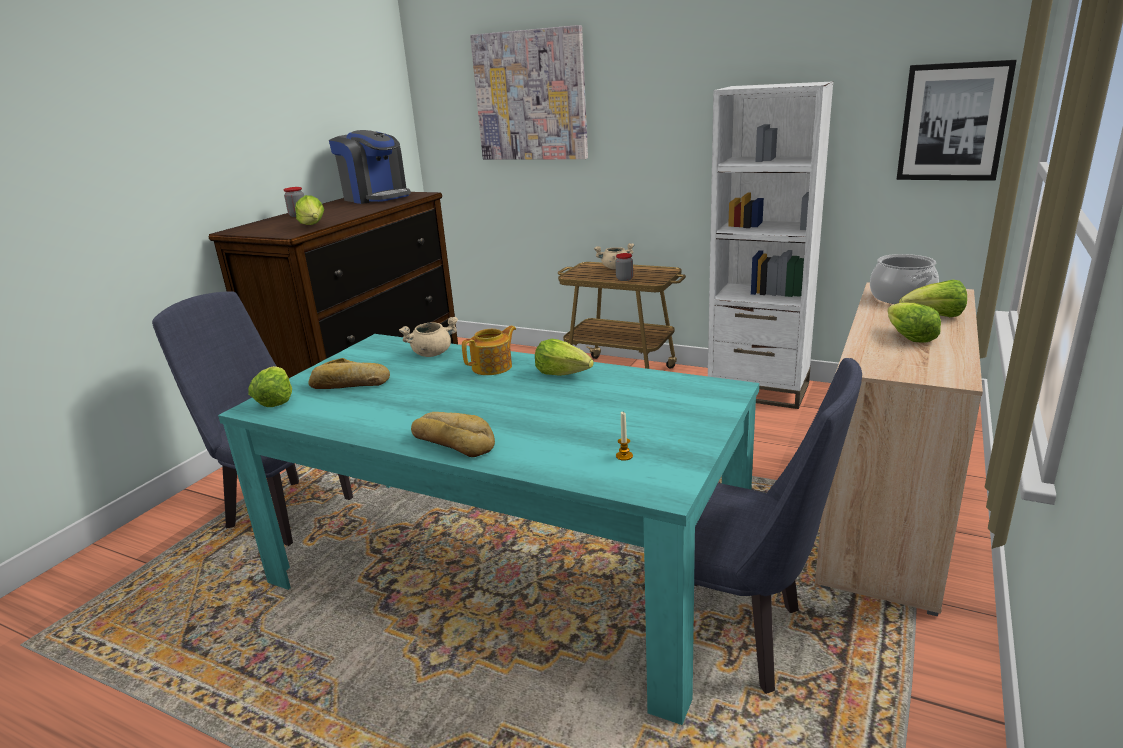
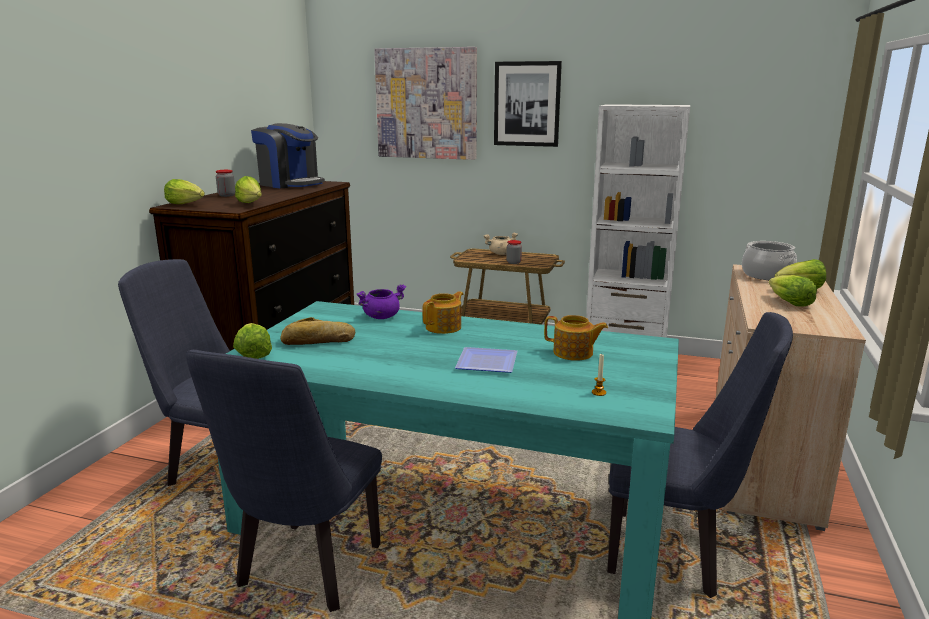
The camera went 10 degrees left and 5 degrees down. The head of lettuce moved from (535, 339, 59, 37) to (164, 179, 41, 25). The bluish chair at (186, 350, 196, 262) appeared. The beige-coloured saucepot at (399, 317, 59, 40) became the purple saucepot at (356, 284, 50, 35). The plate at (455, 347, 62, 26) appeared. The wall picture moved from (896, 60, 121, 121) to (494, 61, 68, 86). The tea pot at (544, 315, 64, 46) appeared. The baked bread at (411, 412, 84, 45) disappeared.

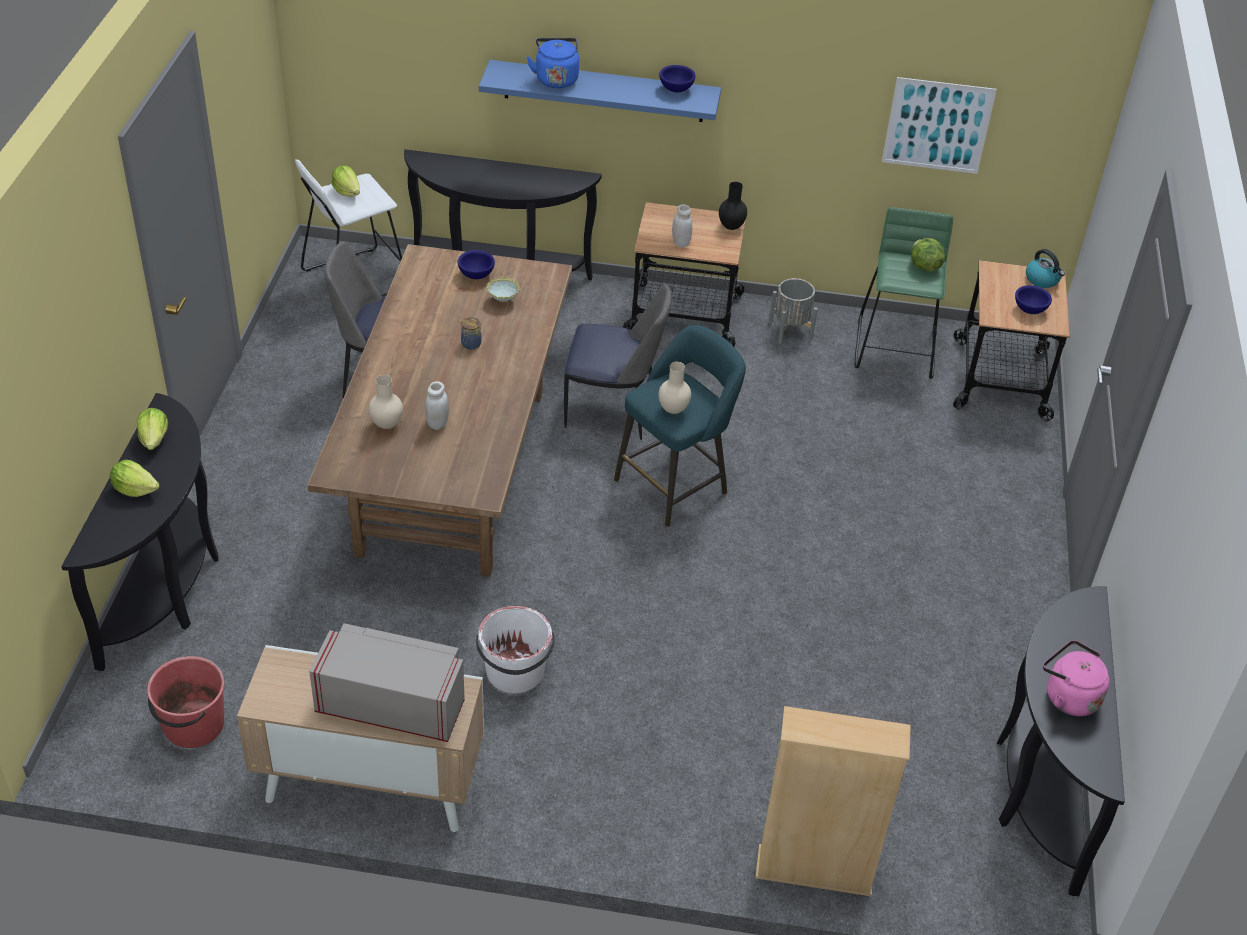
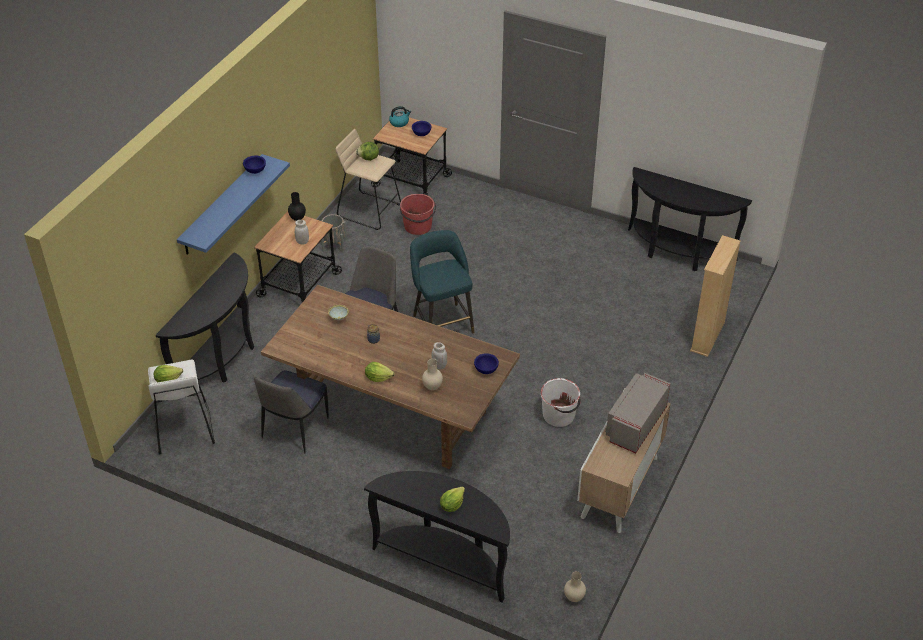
The camera went 70 degrees left and 0 degrees up. The green-coloured sitting stool at (854, 207, 99, 172) became the beige-coloured sitting stool at (336, 129, 65, 101). The head of lettuce moved from (137, 408, 31, 42) to (365, 362, 30, 20). The red-coloured bucket moved from (147, 656, 78, 92) to (400, 194, 36, 41). The bluish serving bowl moved from (458, 250, 37, 29) to (474, 353, 25, 21). The beige-coloured flower vase moved from (659, 362, 32, 52) to (564, 571, 22, 31). The bluish kettle at (527, 38, 52, 50) disappeared. The wall picture at (882, 77, 115, 97) disappeared. The pinkish kettle at (1043, 640, 67, 76) disappeared.

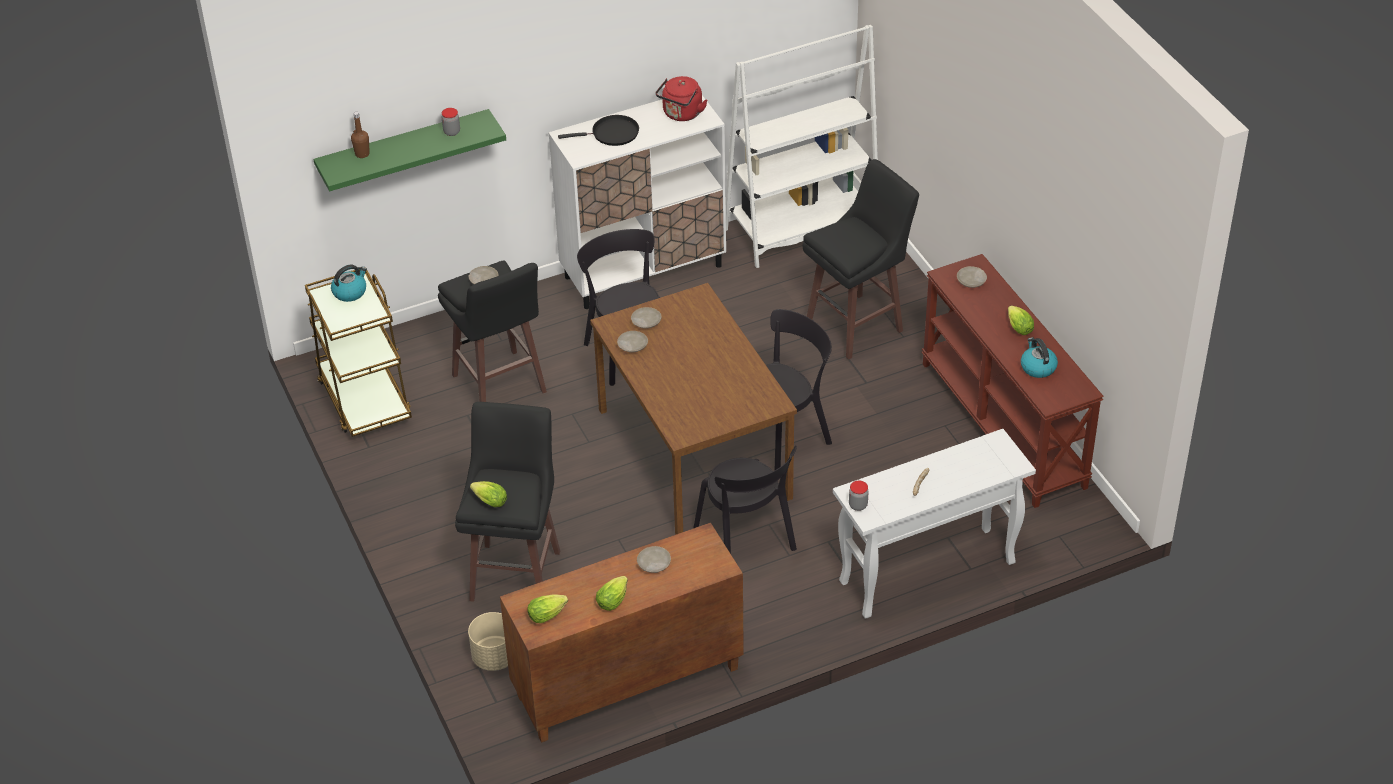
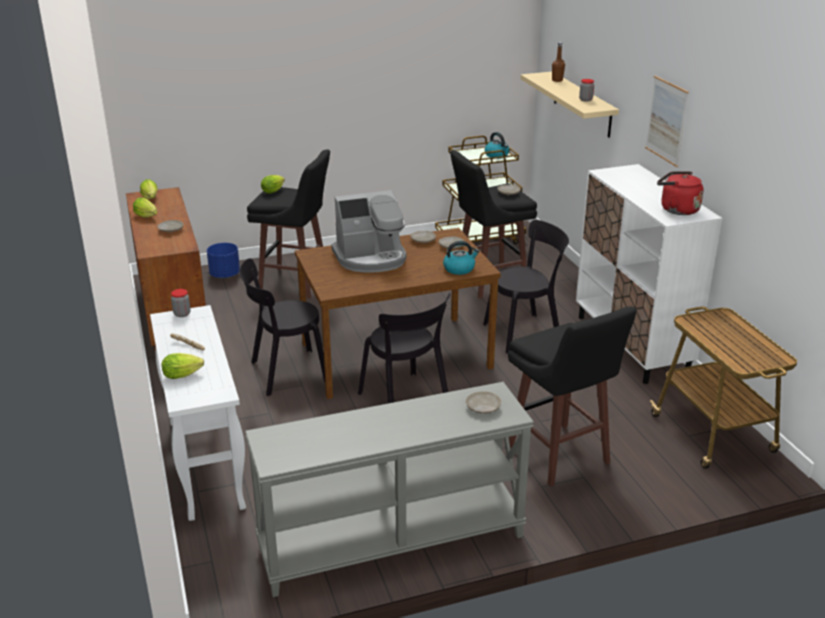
The camera went 95 degrees right and 15 degrees down. The head of lettuce moved from (1008, 305, 26, 30) to (162, 353, 42, 26). The beige-coloured planter at (468, 612, 40, 59) became the bluish planter at (207, 243, 33, 35). The brown hall table at (922, 254, 182, 254) became the greyish hall table at (245, 382, 289, 215). The coffee brewer at (331, 190, 75, 83) appeared. The kettle moved from (1021, 337, 37, 41) to (443, 241, 36, 34). The green-coloured bracket shelf at (314, 109, 192, 82) became the beige-coloured bracket shelf at (520, 72, 99, 65). The wall picture at (645, 76, 44, 91) appeared. The whitish bookcase at (726, 25, 152, 243) was replaced by the cart at (650, 306, 147, 163). The black skillet at (558, 115, 81, 31) disappeared.

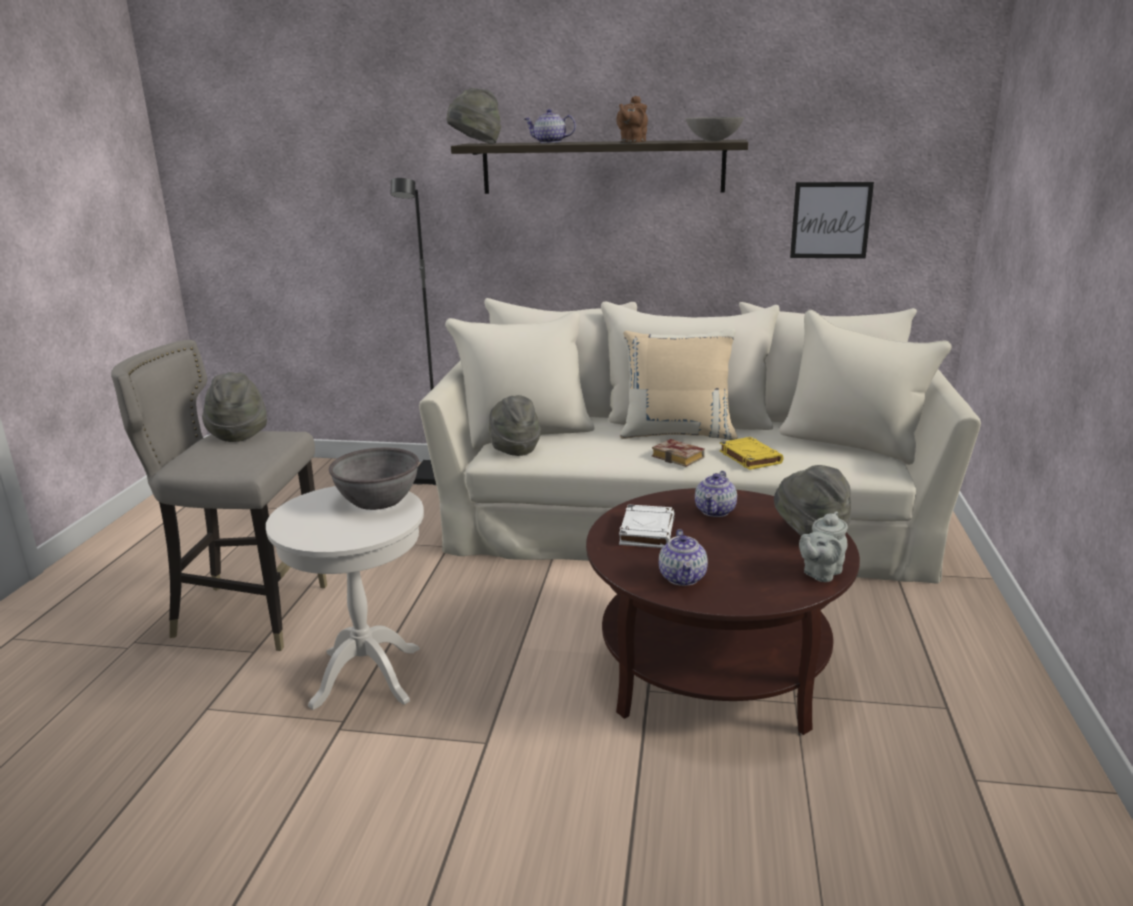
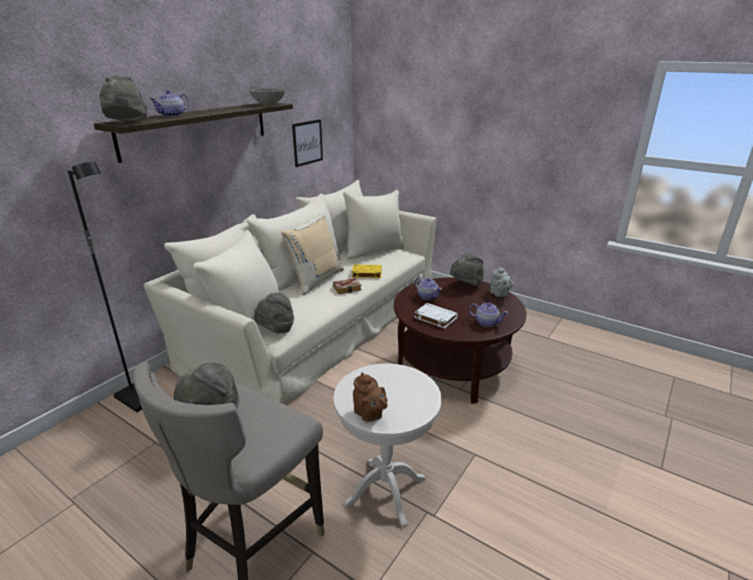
The camera went 65 degrees left and 5 degrees up. The brown tea pot moved from (616, 96, 32, 46) to (353, 372, 34, 50). The greyish serving bowl at (329, 448, 90, 62) disappeared.

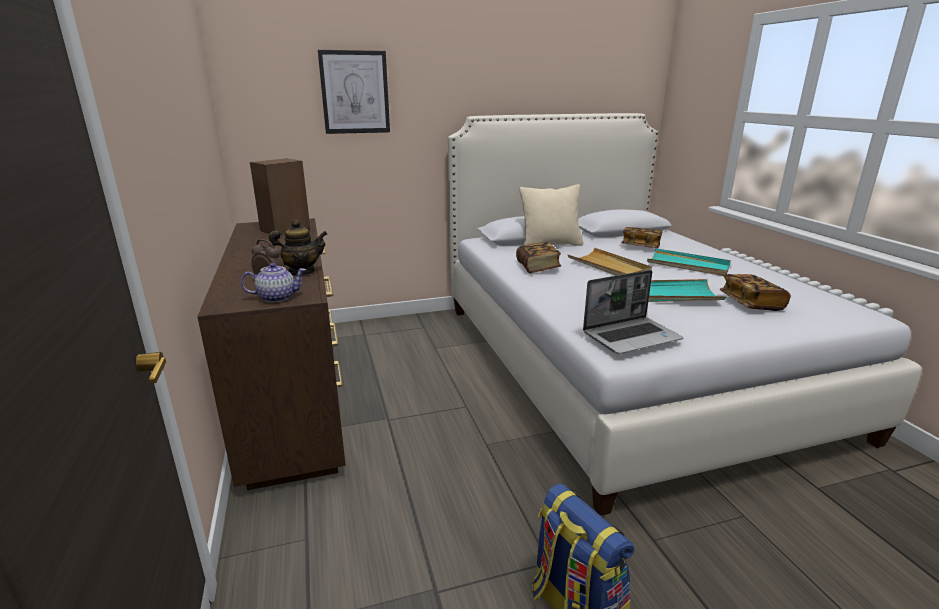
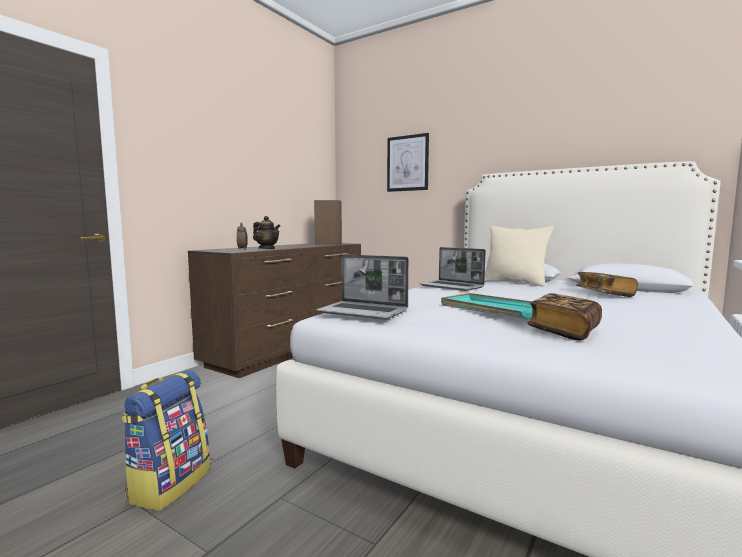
The camera went 50 degrees right and 15 degrees down. The book at (516, 242, 45, 31) was replaced by the portable computer at (420, 247, 66, 44). The tea pot at (241, 263, 65, 39) disappeared. The beige-coloured tray at (568, 248, 84, 28) disappeared. The blue-green tray at (647, 248, 84, 28) disappeared.

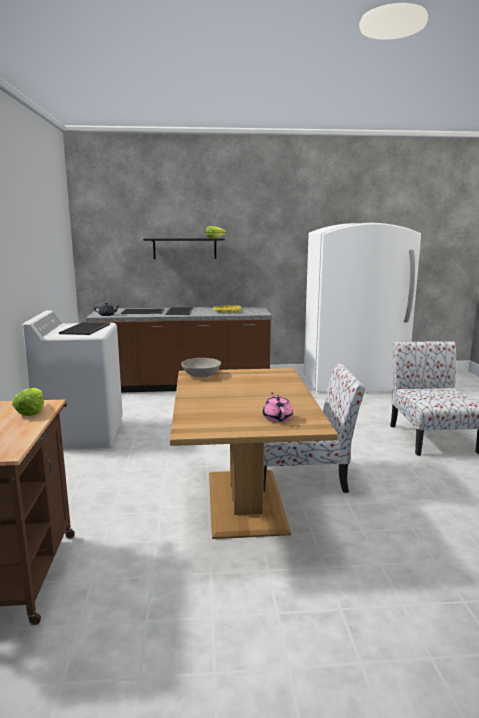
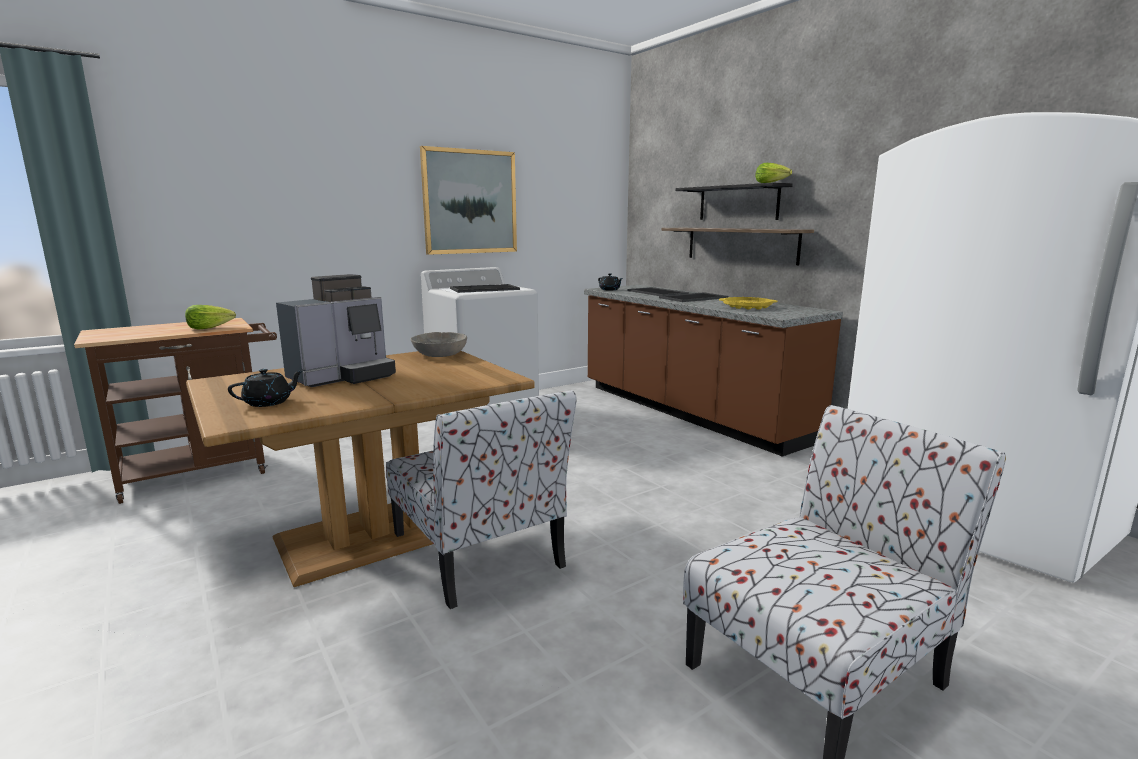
The camera went 60 degrees right and 0 degrees up. The pinkish tea pot at (263, 393, 30, 29) became the black tea pot at (228, 369, 76, 38). The coffee brewer at (276, 274, 120, 113) appeared. The wall picture at (420, 146, 97, 109) appeared. The bracket shelf at (662, 228, 152, 37) appeared.

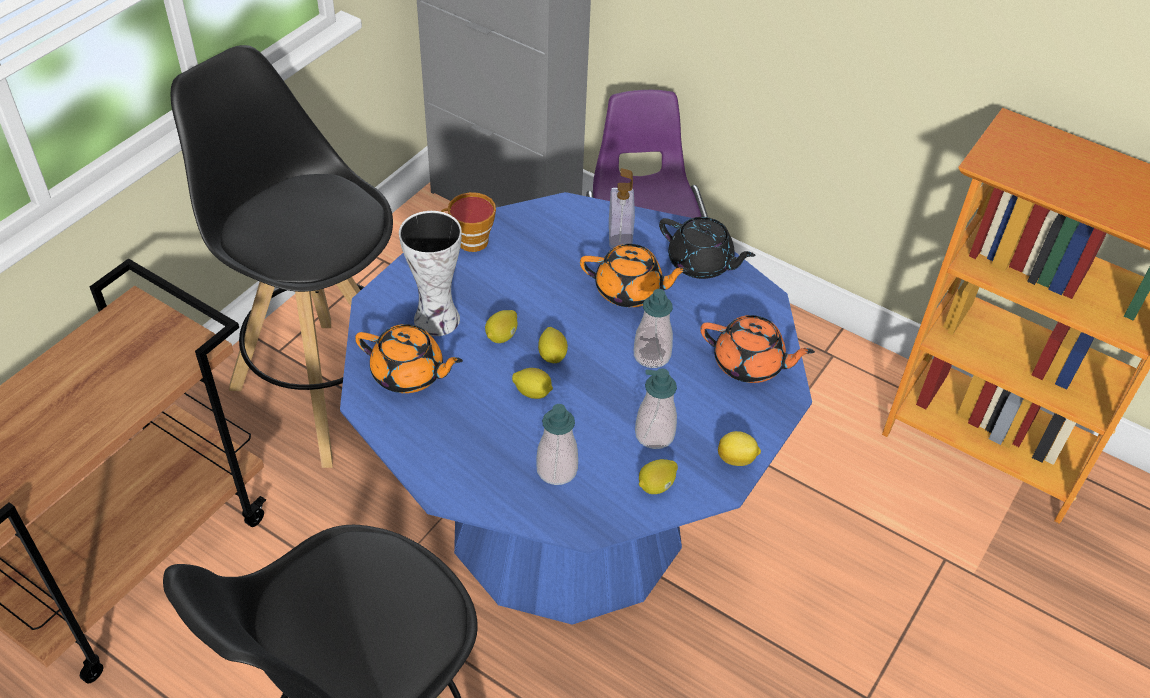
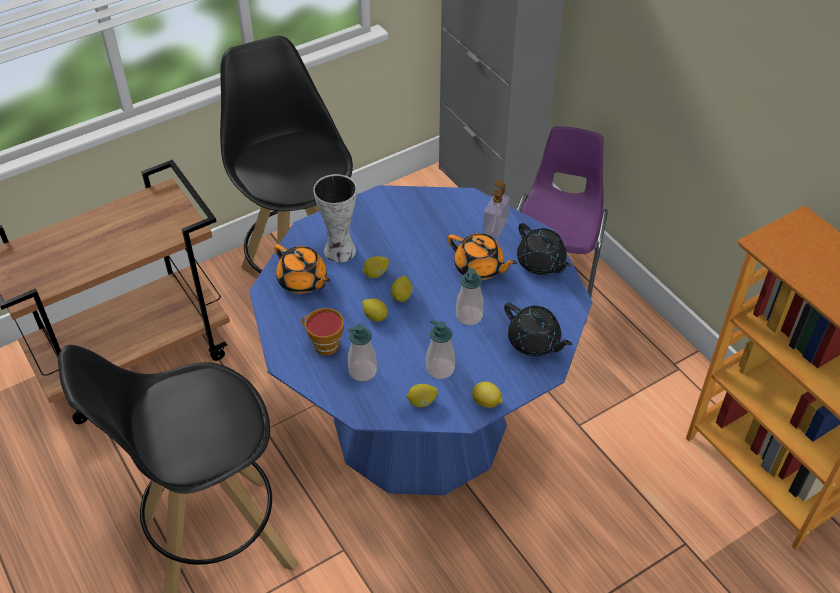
The camera went 25 degrees right and 0 degrees up. The drinking cup moved from (441, 192, 55, 60) to (302, 308, 42, 48). The orange tea pot at (700, 315, 115, 68) became the black tea pot at (504, 303, 69, 53).

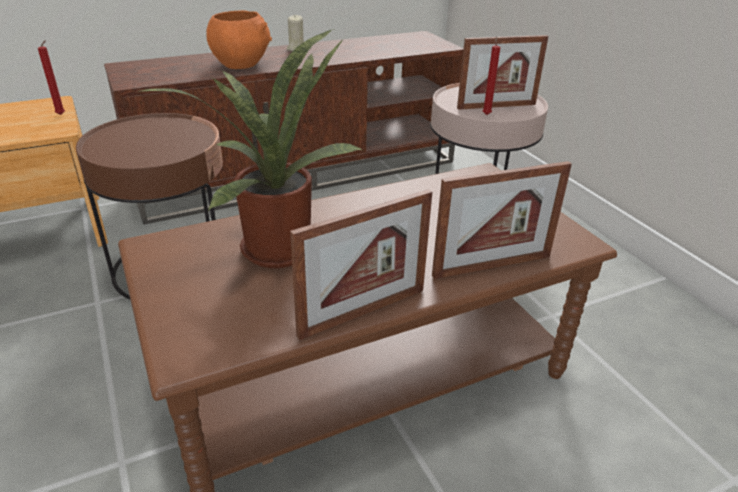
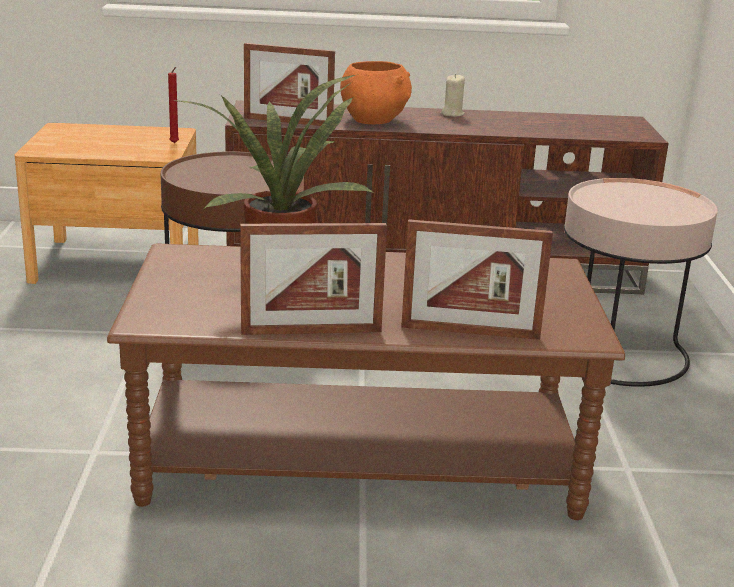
The camera went 25 degrees right and 10 degrees down. The photo frame moved from (457, 35, 91, 75) to (244, 43, 91, 83). The red-coloured candle at (483, 36, 17, 79) disappeared.

